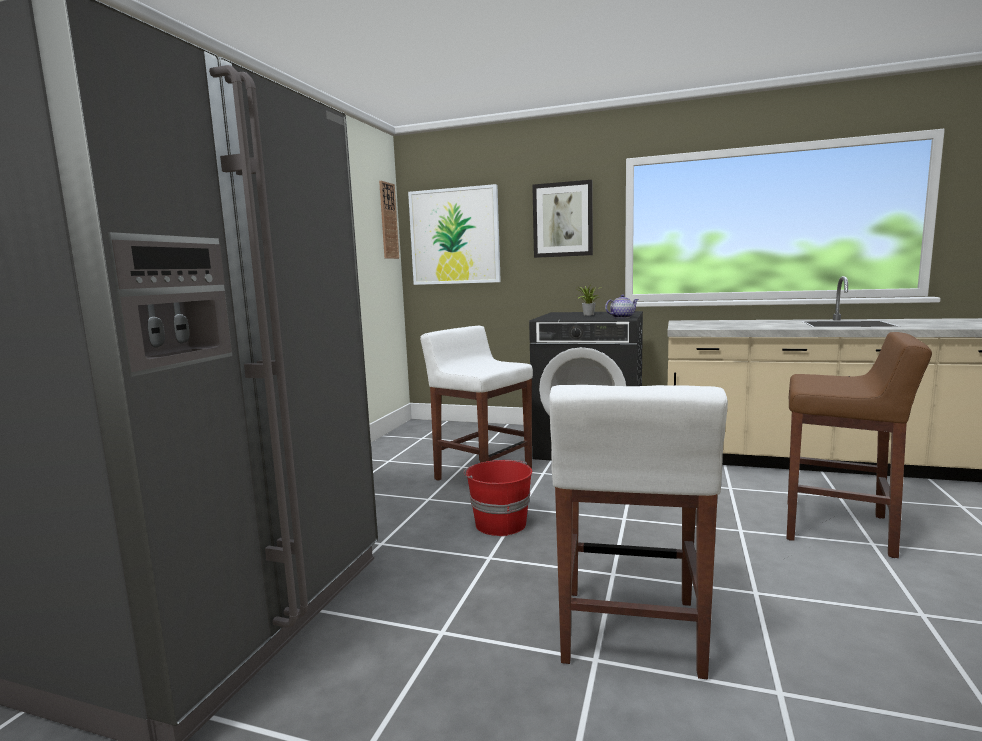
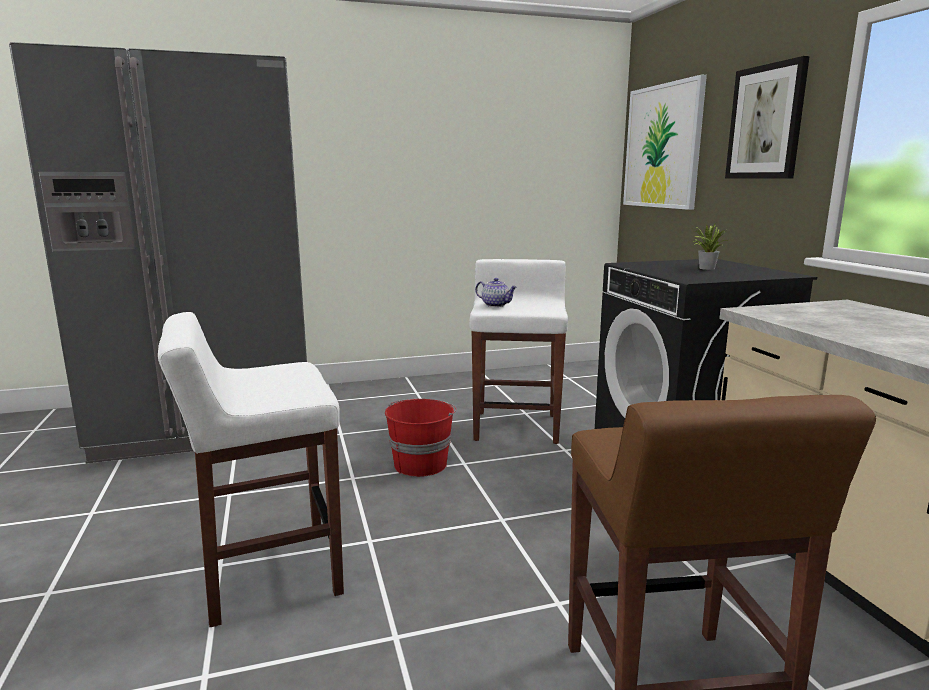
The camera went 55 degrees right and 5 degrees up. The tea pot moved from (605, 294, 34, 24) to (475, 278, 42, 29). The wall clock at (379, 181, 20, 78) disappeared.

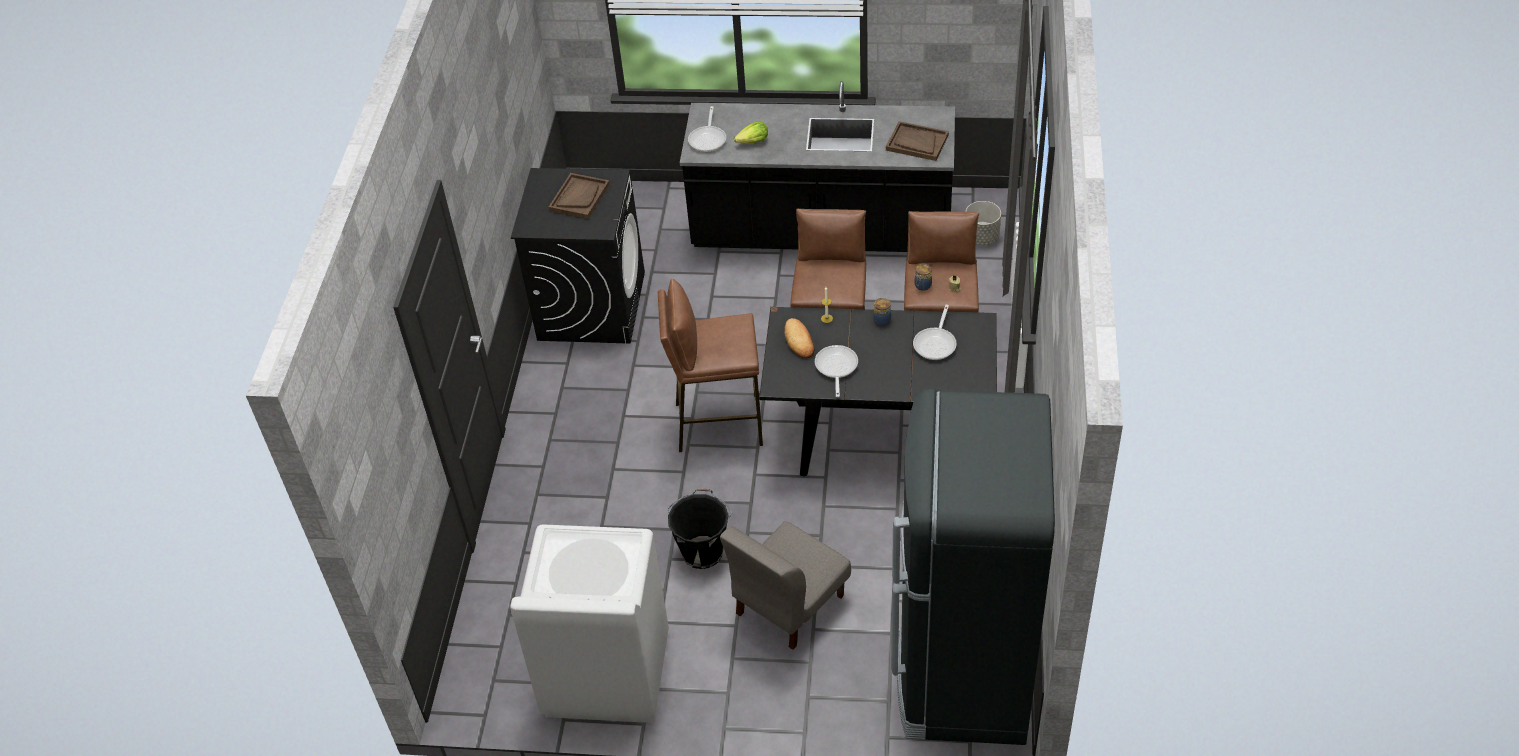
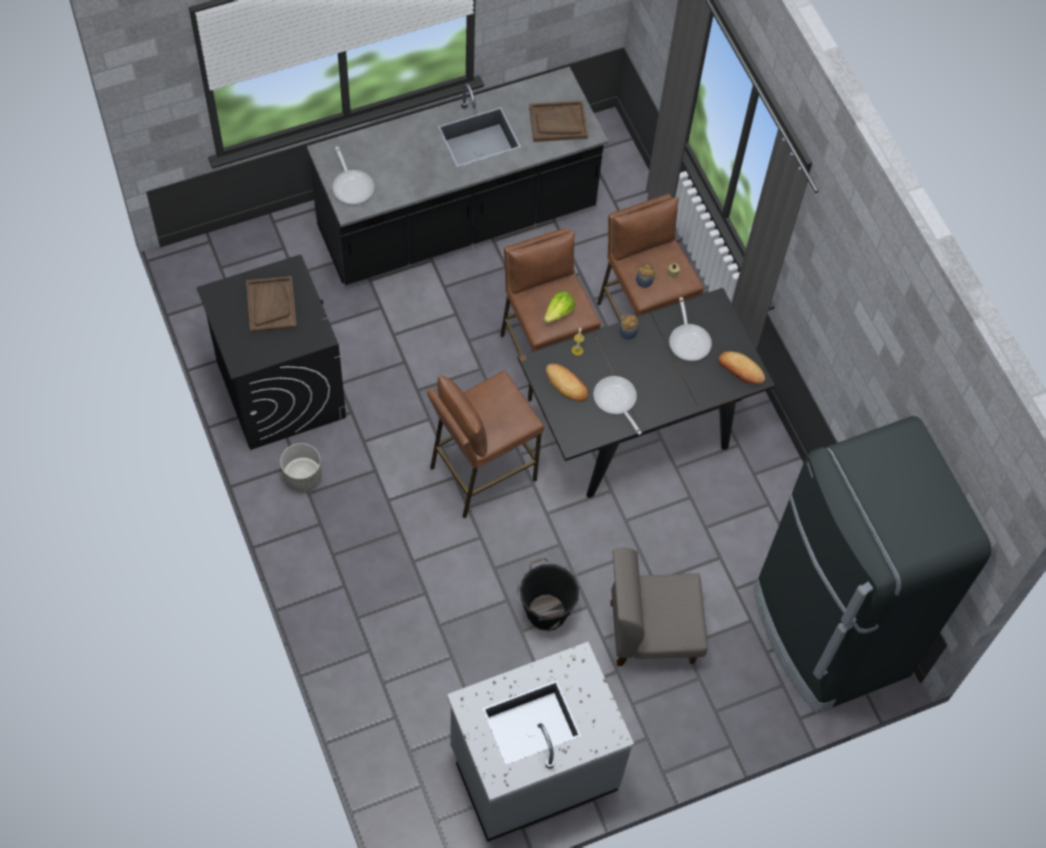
The camera went 35 degrees left and 15 degrees up. The greyish planter moved from (966, 201, 35, 44) to (280, 443, 42, 49). The whitish laundry appliance at (510, 524, 159, 199) was replaced by the greyish counter at (447, 642, 187, 200). The head of lettuce moved from (734, 121, 34, 23) to (544, 291, 30, 32). The greyish chair at (720, 521, 131, 129) turned 75 degrees clockwise. The baked bread at (719, 351, 46, 33) appeared.

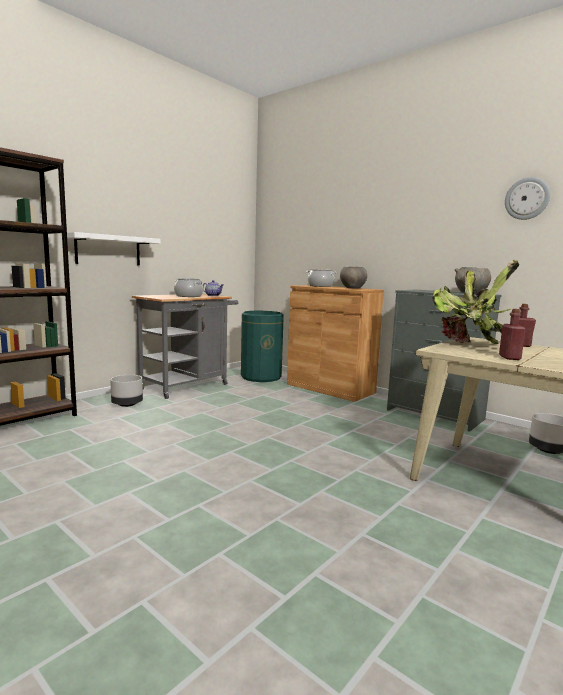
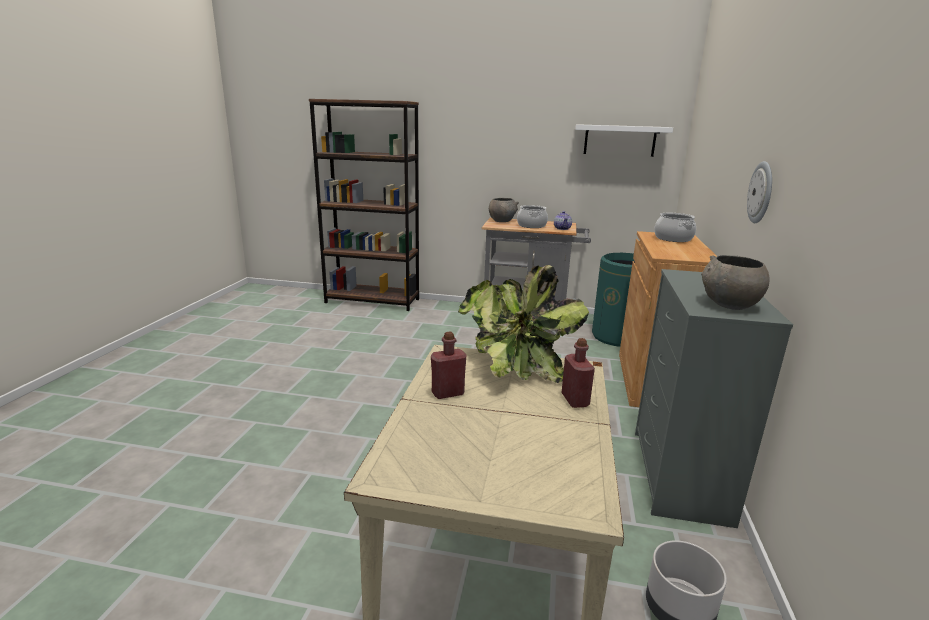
The camera went 60 degrees right and 10 degrees up. The greyish serving bowl moved from (340, 267, 27, 21) to (489, 198, 30, 24). The whitish bracket shelf moved from (67, 232, 94, 33) to (575, 124, 98, 33). The wall clock moved from (505, 177, 45, 43) to (747, 161, 25, 62). The greyish planter at (110, 375, 33, 32) disappeared.

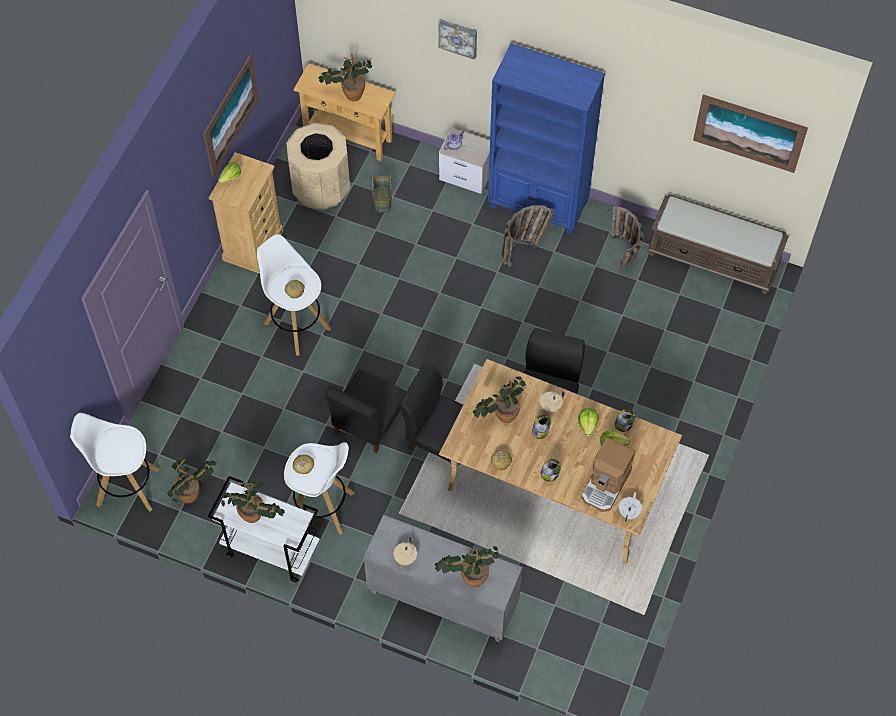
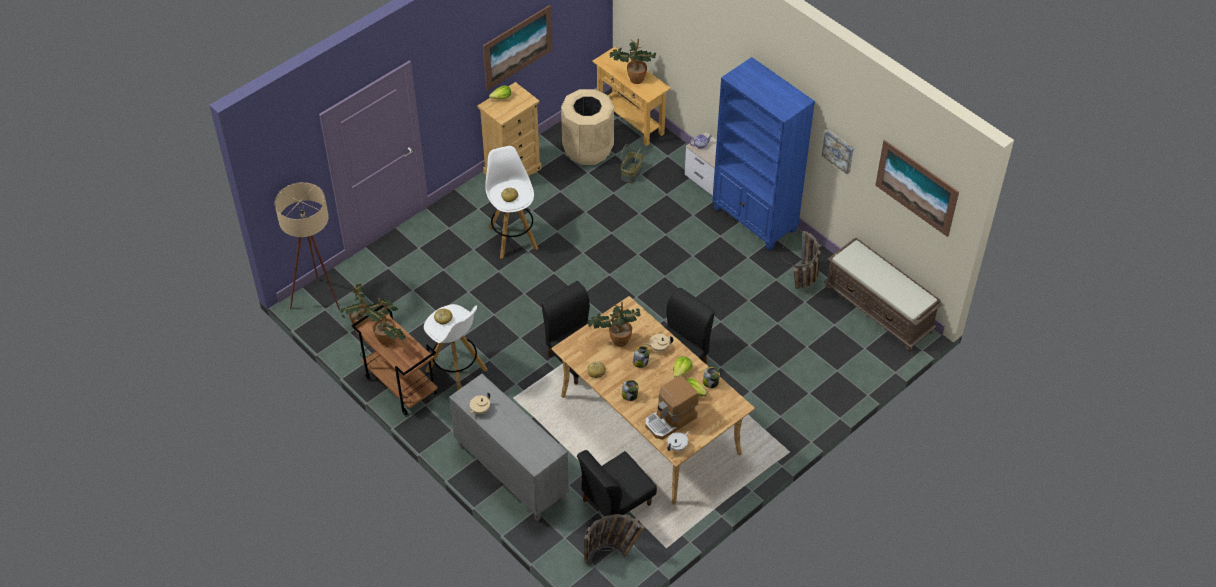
The camera went 25 degrees right and 10 degrees down. The whitish sitting stool at (70, 413, 90, 99) was replaced by the beige-coloured standard lamp at (275, 182, 65, 128). The whitish cart at (208, 476, 112, 106) became the brown cart at (351, 305, 87, 110). The black chair moved from (325, 369, 81, 85) to (577, 450, 80, 67). The storage basket moved from (501, 205, 55, 63) to (584, 514, 60, 53). The wall picture moved from (438, 19, 39, 41) to (822, 130, 32, 44). The potted plant at (435, 546, 64, 41) disappeared.

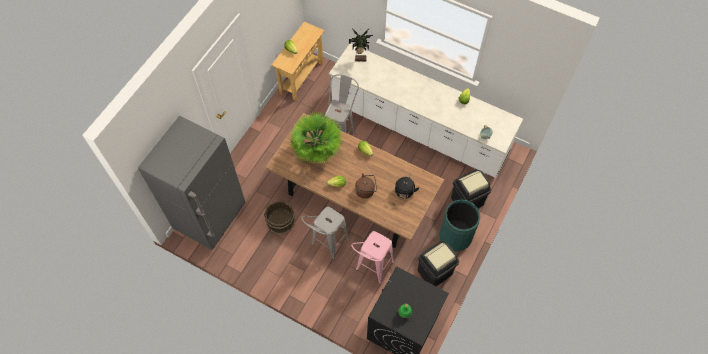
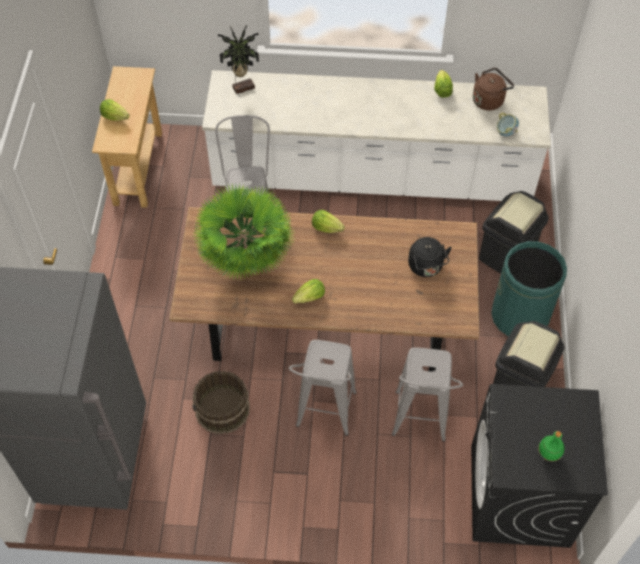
The camera went 25 degrees left and 5 degrees down. The pinkish sitting stool at (351, 231, 43, 53) became the greyish sitting stool at (392, 348, 71, 94). The brown kettle moved from (355, 173, 22, 26) to (473, 68, 41, 43).

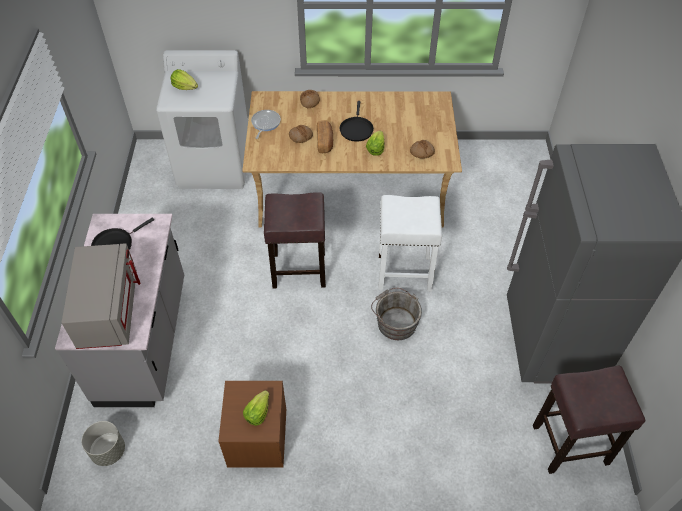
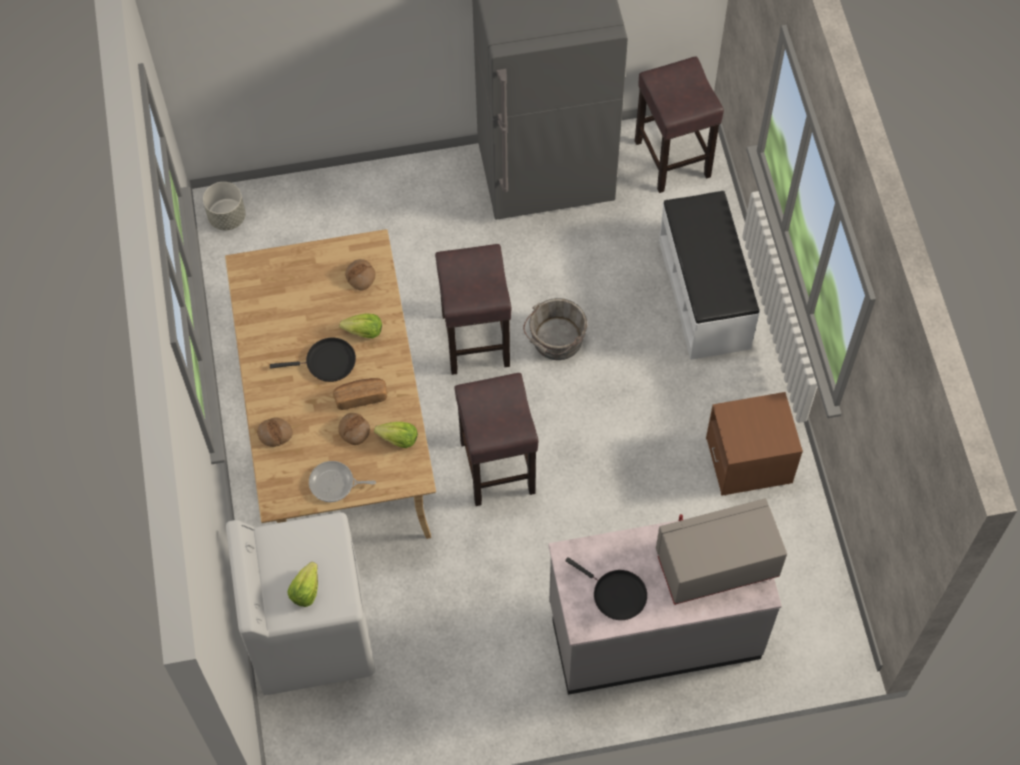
The camera went 100 degrees left and 10 degrees up. The greyish planter moved from (81, 421, 44, 45) to (203, 182, 43, 48). The head of lettuce moved from (243, 390, 26, 36) to (374, 422, 44, 26). The whitish sitting stool at (378, 195, 64, 97) became the brown sitting stool at (435, 244, 76, 131). The whitish indoor bench at (659, 191, 100, 169) appeared.

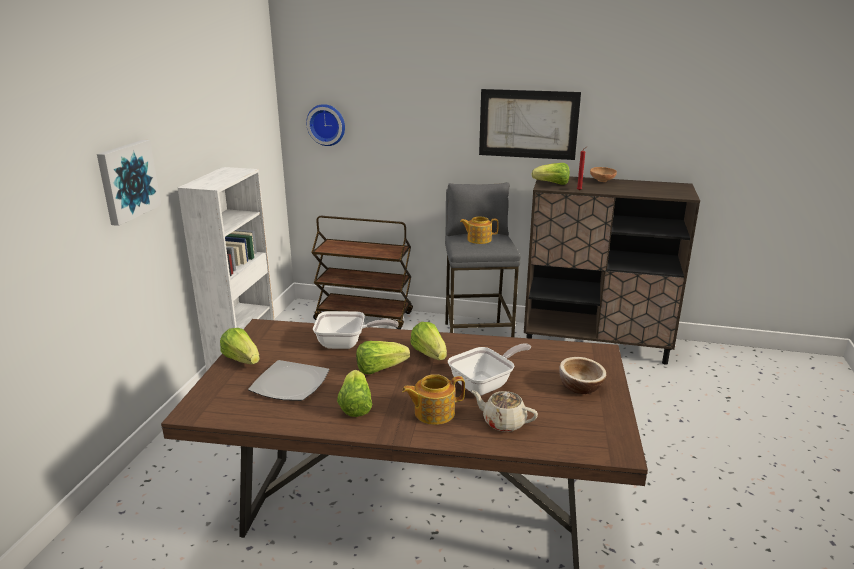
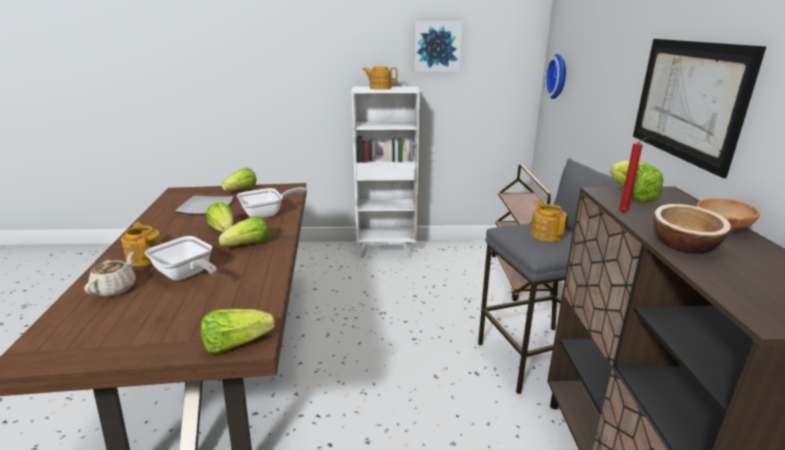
The camera went 75 degrees right and 0 degrees up. The head of lettuce moved from (337, 370, 35, 47) to (201, 309, 74, 45). The skillet at (313, 311, 86, 38) turned 105 degrees counterclockwise. The tea pot at (362, 66, 35, 24) appeared. The wall picture moved from (97, 140, 64, 86) to (414, 21, 49, 51). The serving bowl moved from (559, 357, 47, 37) to (653, 204, 78, 50).

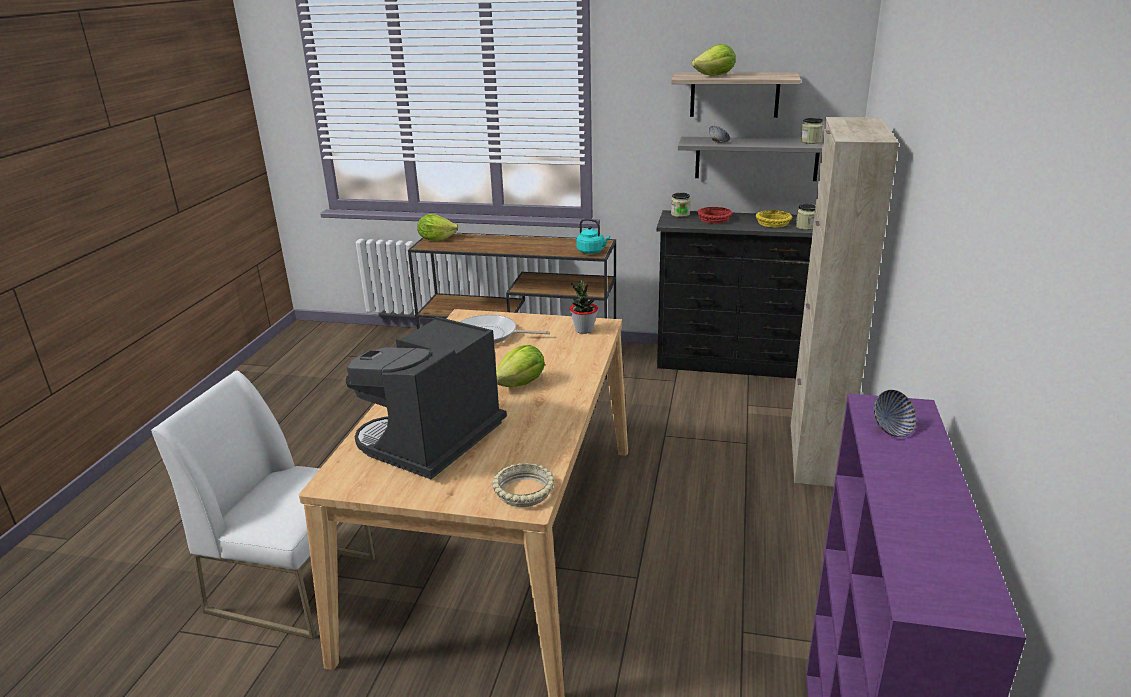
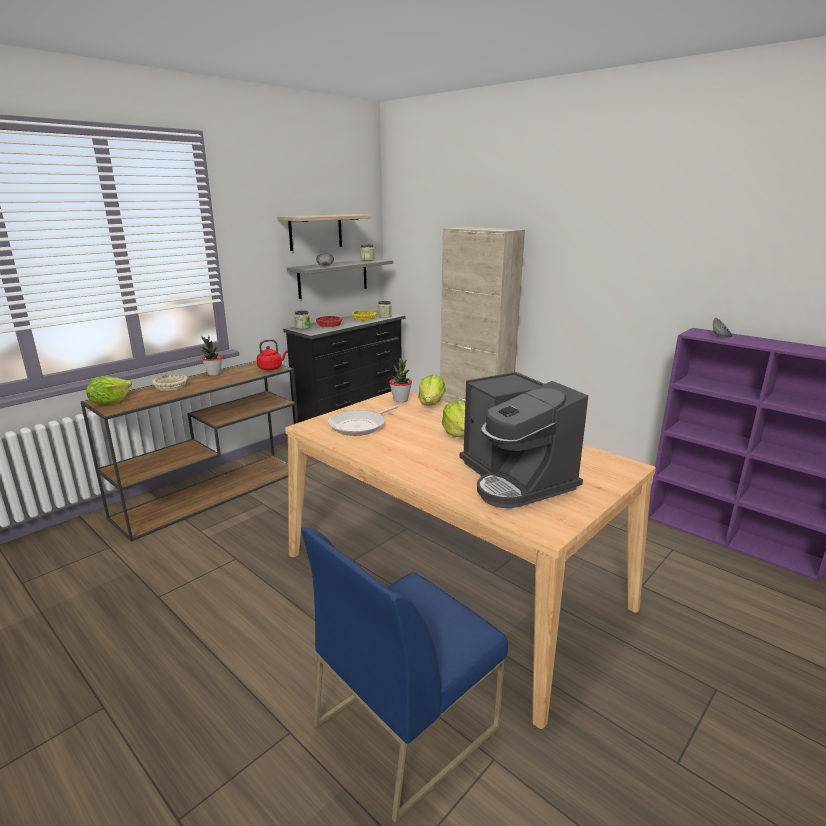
The camera went 60 degrees left and 5 degrees down. The beige-coloured serving bowl moved from (492, 463, 62, 44) to (152, 374, 36, 17). The potted plant at (201, 335, 22, 41) appeared. The blue-green kettle at (576, 218, 34, 36) became the red-coloured kettle at (257, 339, 31, 31). The whitish chair at (151, 370, 224, 269) became the bluish chair at (301, 527, 207, 296). The head of lettuce moved from (692, 44, 44, 32) to (418, 375, 28, 31).

